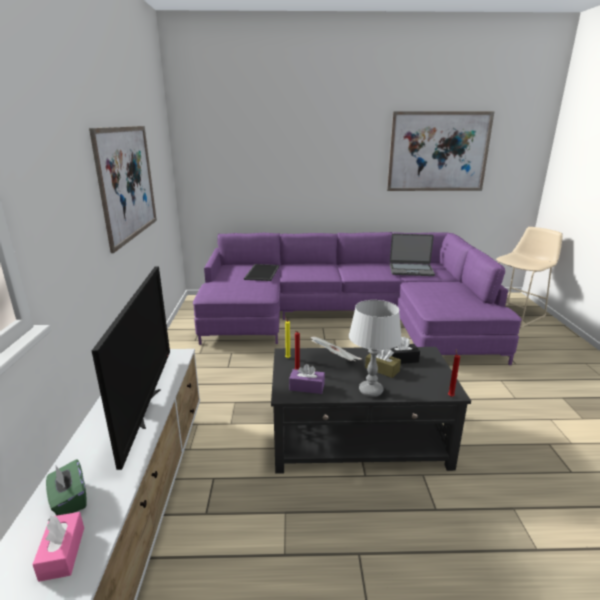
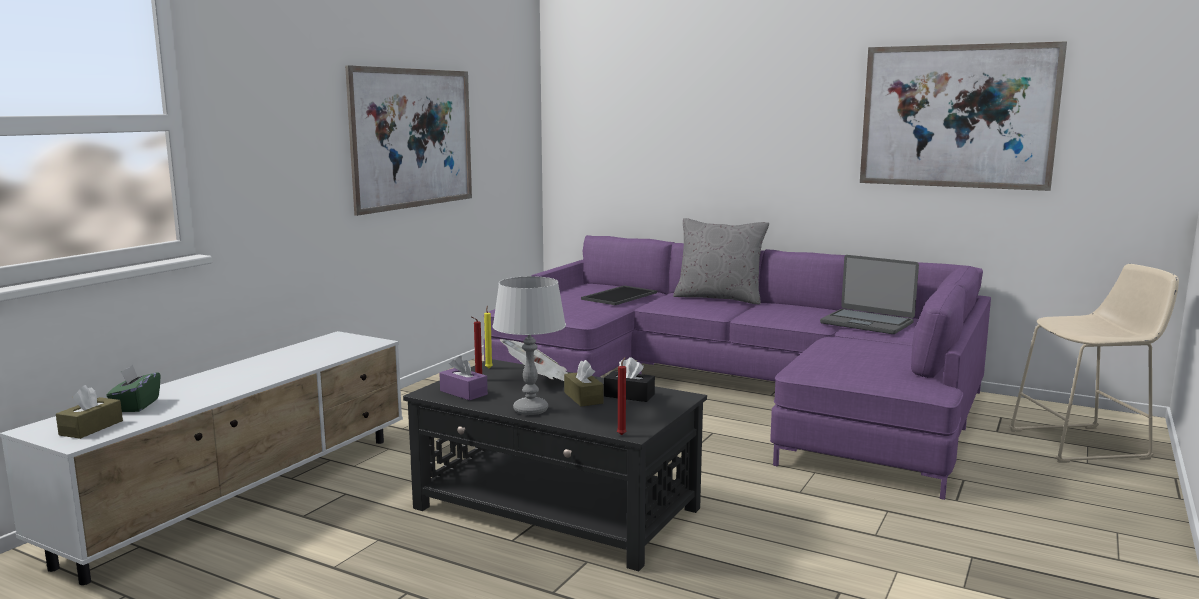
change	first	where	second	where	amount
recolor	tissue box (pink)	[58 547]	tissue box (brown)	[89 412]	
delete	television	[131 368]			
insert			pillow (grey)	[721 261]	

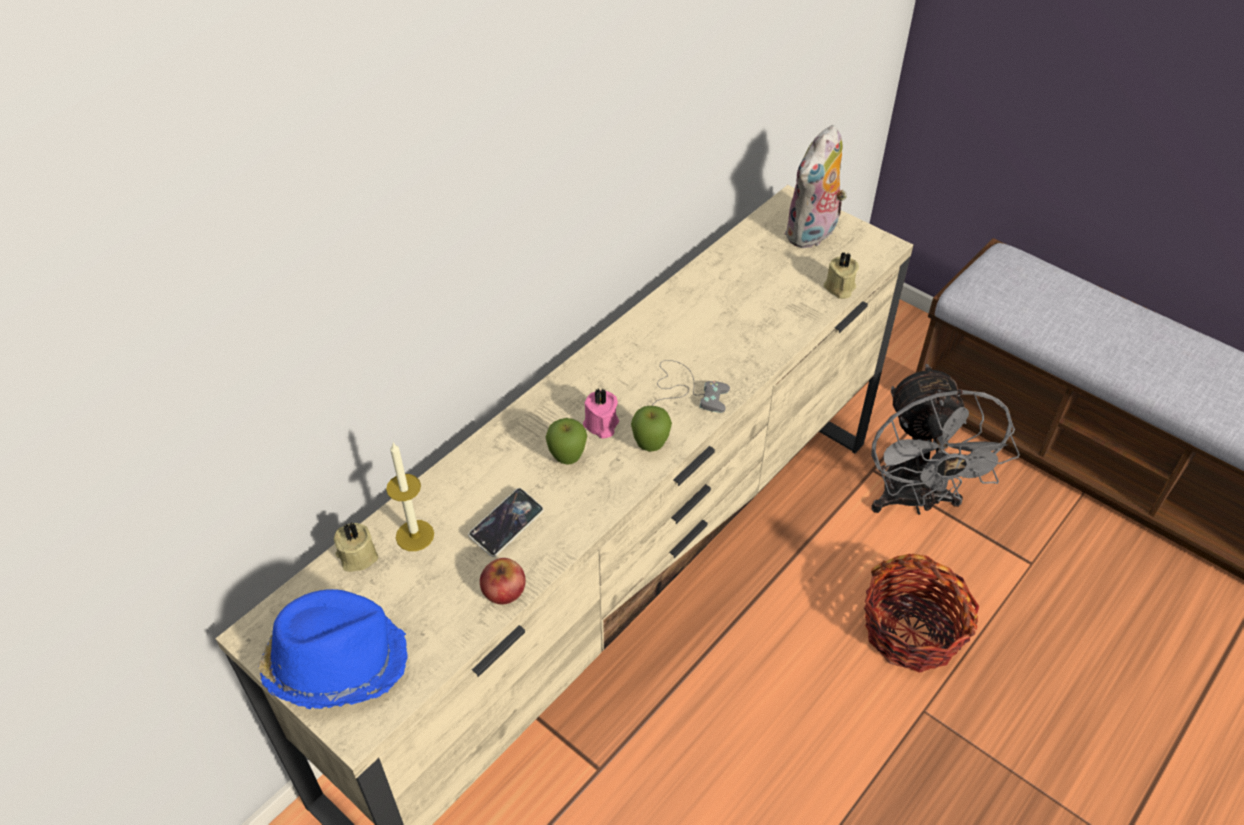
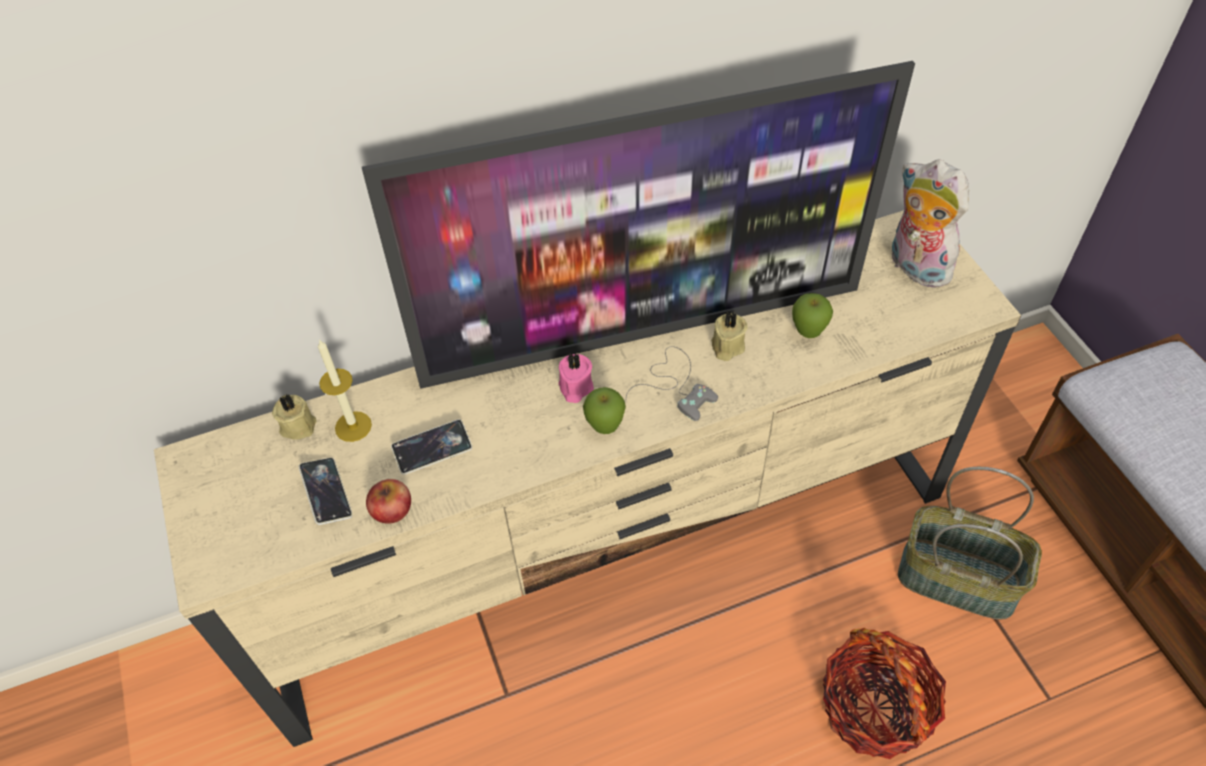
change	first	where	second	where	amount
delete	hat (blue)	[333 649]			
move	apple	[566 441]		[812 315]	
rotate	plush toy	[815 186]		[930 223]	75 degrees clockwise
move	candle (beige)	[841 275]		[729 336]	
replace	fan (grey)	[945 439]	basket	[970 543]	
insert			phone	[326 491]	
insert			television	[638 225]	

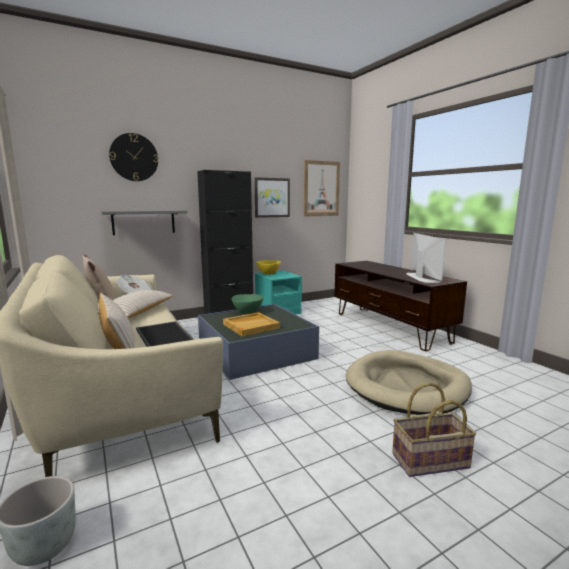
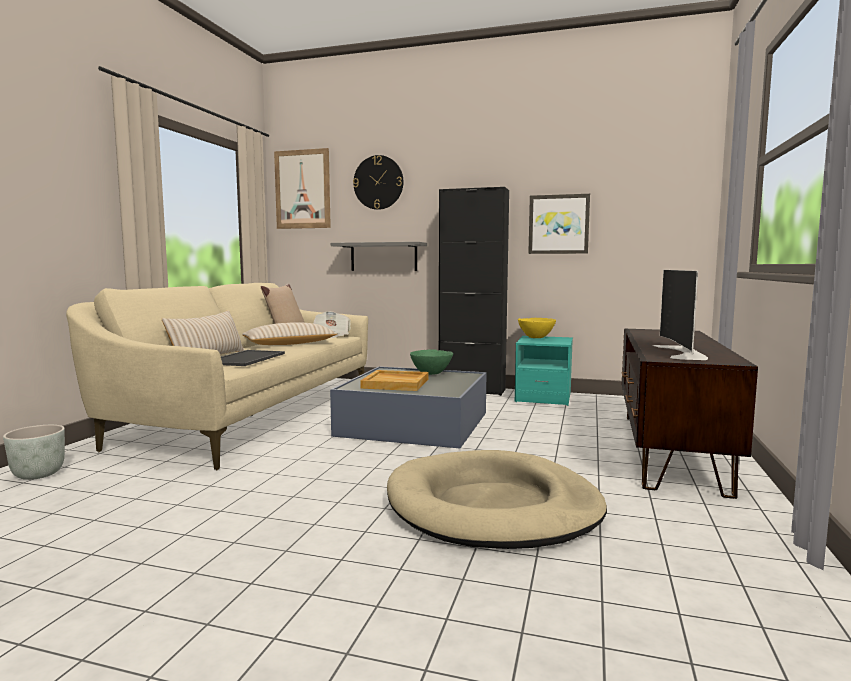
change	first	where	second	where	amount
move	picture	[322 188]		[302 188]	
delete	basket	[434 430]			
rotate	television	[426 257]		[680 315]	150 degrees clockwise

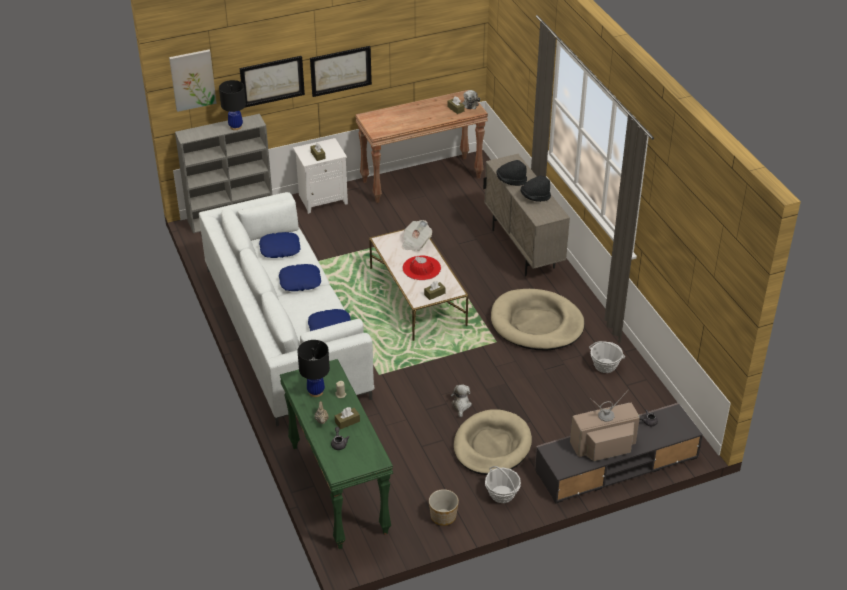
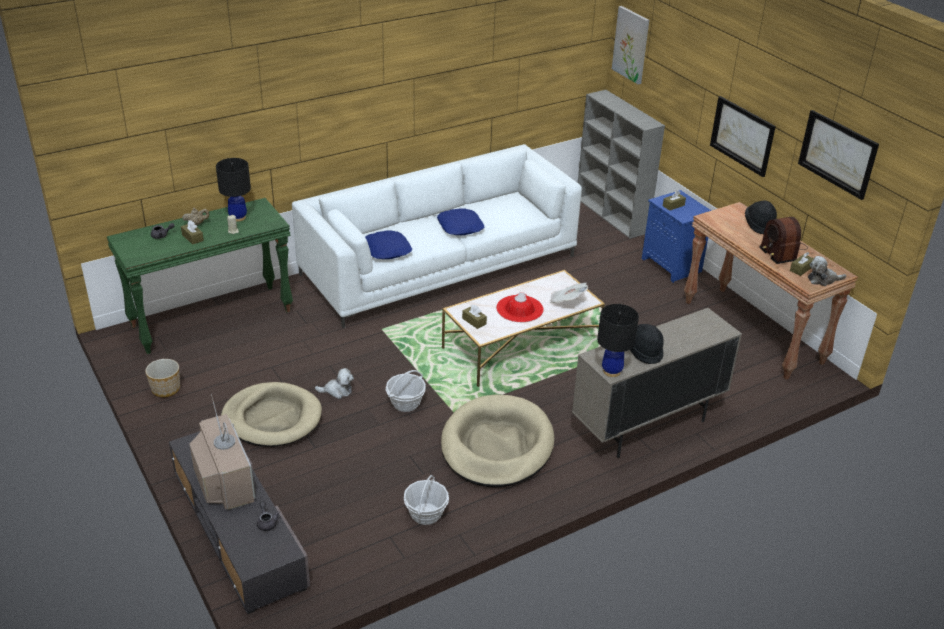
change	first	where	second	where	amount
move	table lamp (black)	[232 105]		[618 340]	
move	picture	[272 82]		[838 155]	
delete	pillow (blue)	[280 245]			
recolor	nightstand (white)	[320 176]	nightstand (blue)	[676 236]	
move	basket	[503 484]		[406 391]	
move	hat (black)	[511 173]		[761 217]	
insert			radio	[783 240]	

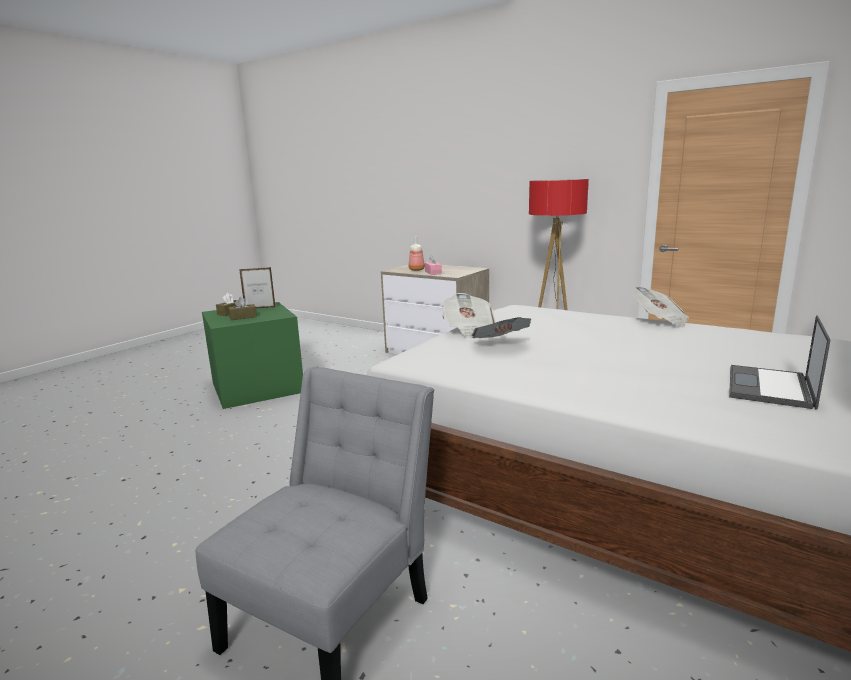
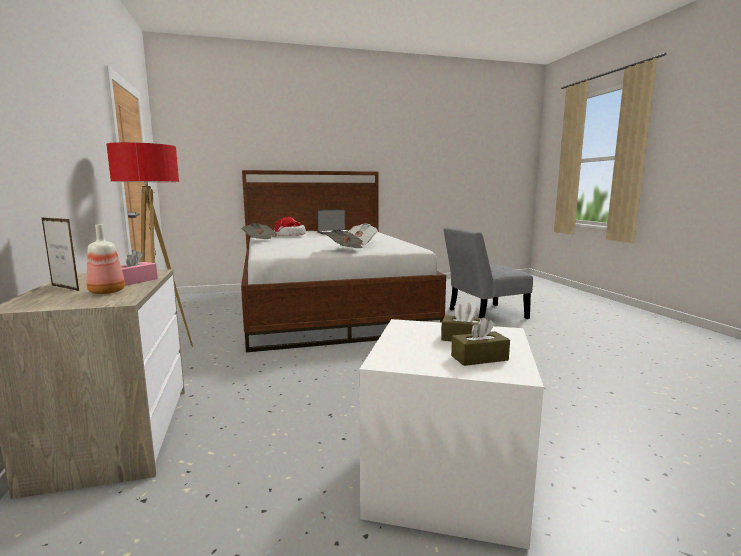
change	first	where	second	where	amount
recolor	storage box (green)	[252 355]	storage box (white)	[451 434]	
move	picture frame	[257 287]		[60 254]	
insert			hat	[288 227]	

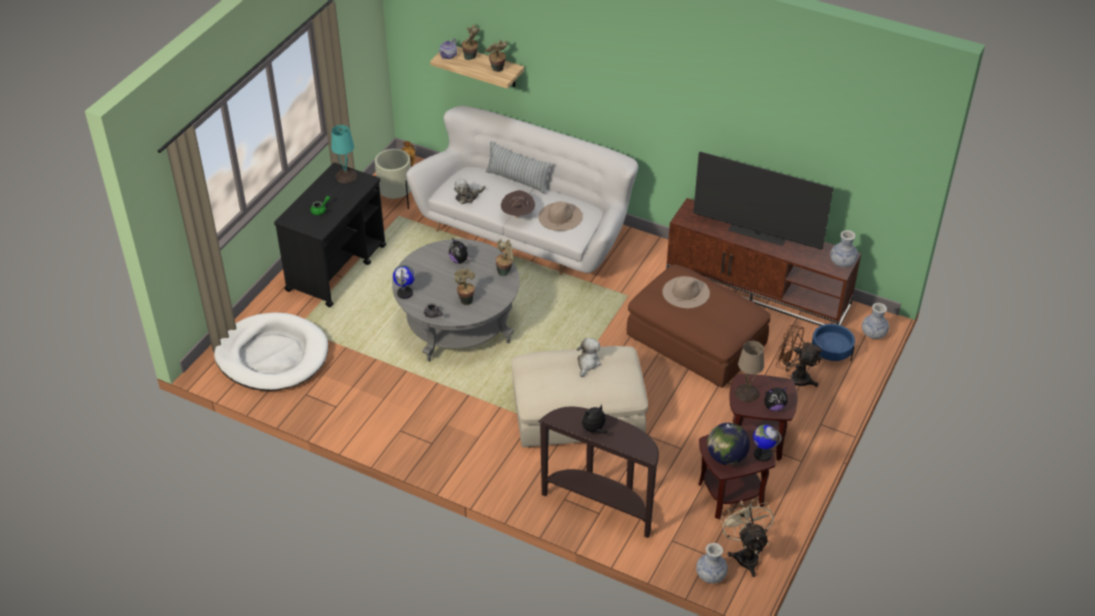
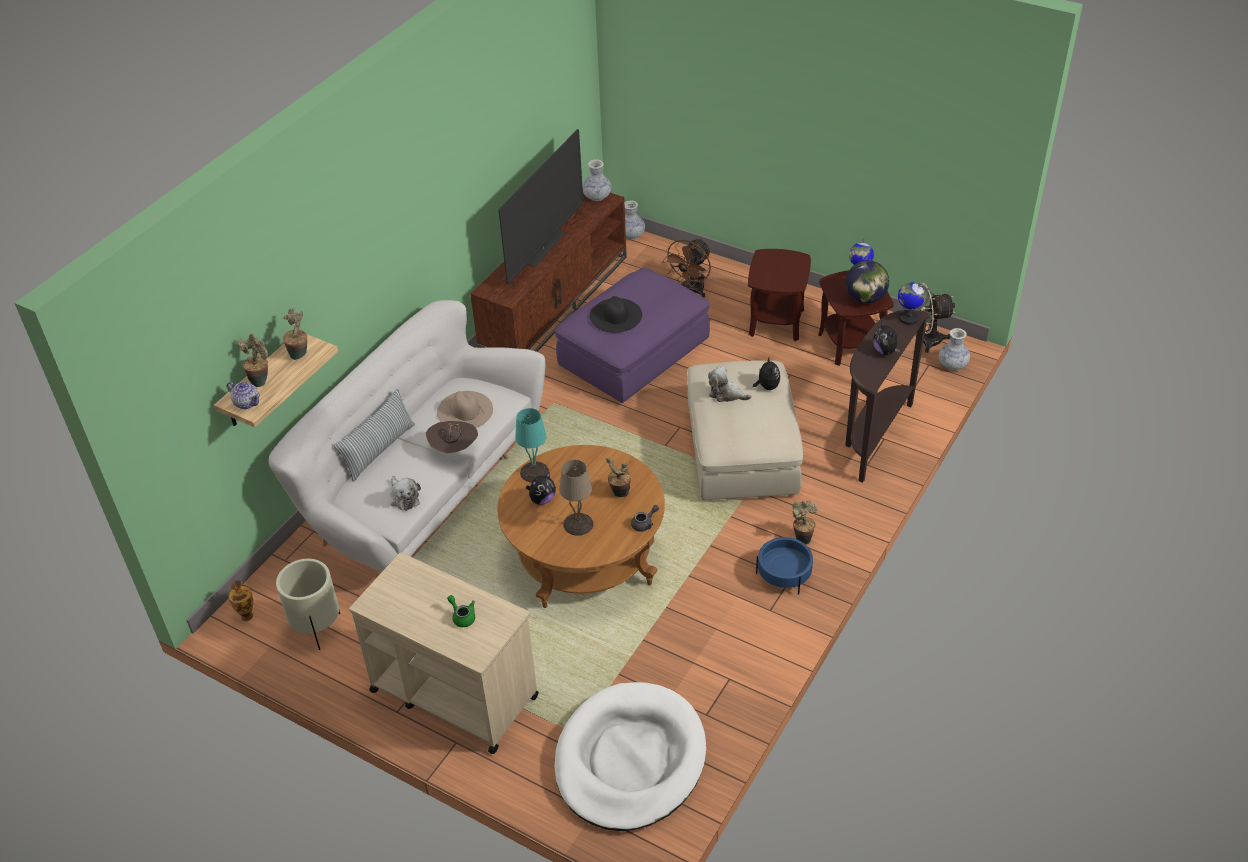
change	first	where	second	where	amount
recolor	cart (black)	[330 235]	cart (beige)	[444 653]	
move	table lamp (turquoise)	[344 154]		[532 445]	
recolor	coffee table (grey)	[456 300]	coffee table (brown)	[581 526]	
move	globe	[404 282]		[914 303]	
move	potted plant	[504 258]		[805 522]	
recolor	ottoman (brown)	[699 326]	ottoman (purple)	[632 335]	
recolor	hat (beige)	[686 292]	hat (black)	[616 314]	
move	table lamp (beige)	[749 371]		[576 498]	
move	plush toy	[775 399]		[766 373]	
move	planter (blue)	[833 342]		[784 566]	

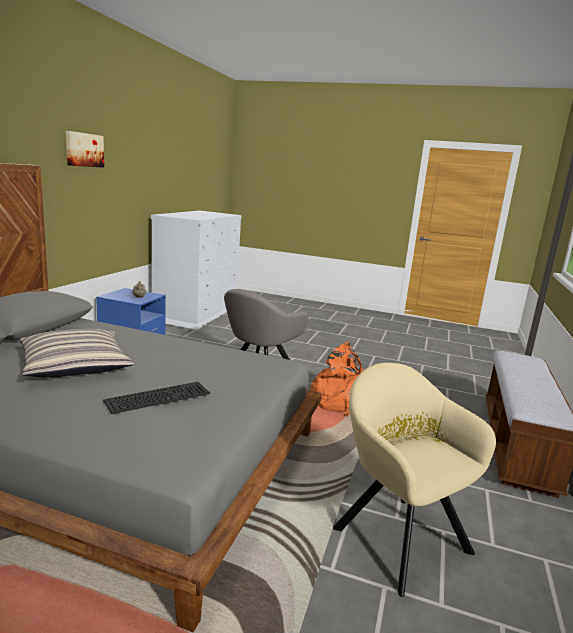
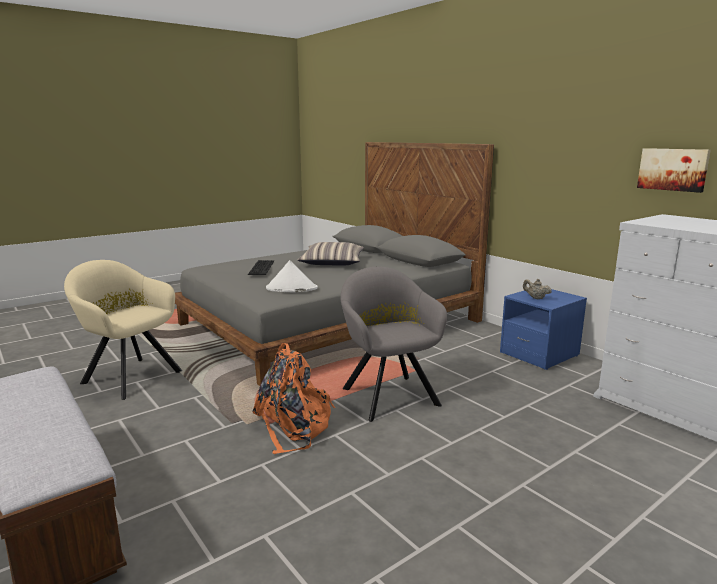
change	first	where	second	where	amount
move	picture	[85 149]		[674 170]	
rotate	armchair (beige)	[414 480]		[123 330]	150 degrees counterclockwise
insert			hat (white)	[292 276]	

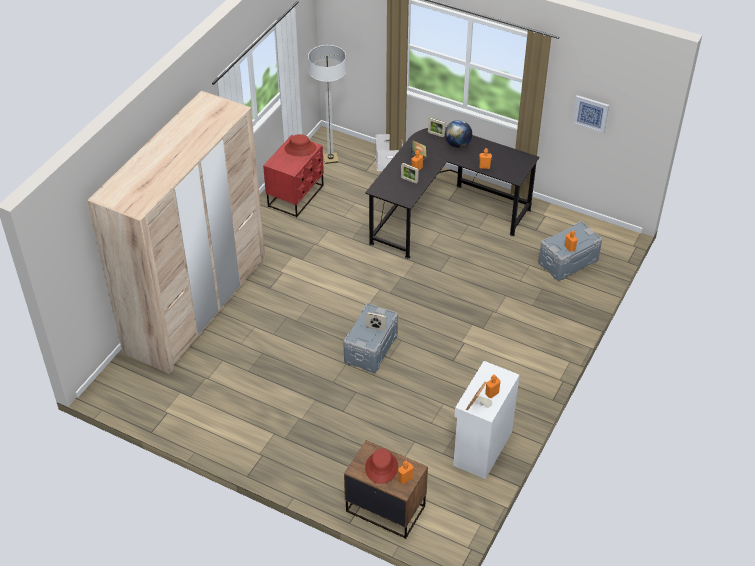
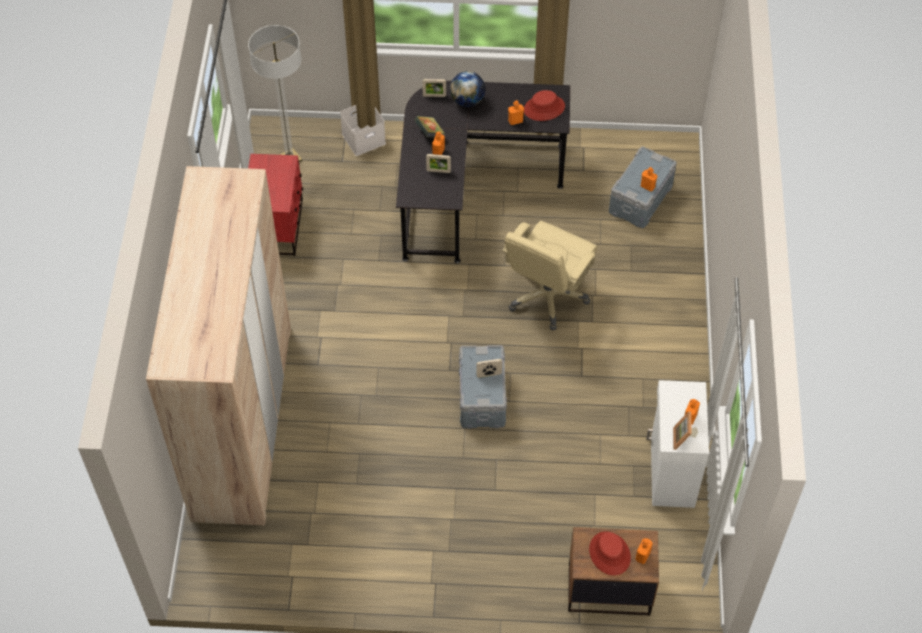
change	first	where	second	where	amount
move	hat (red)	[300 145]		[544 105]	
delete	picture	[590 114]			
insert			office chair (beige)	[549 275]	

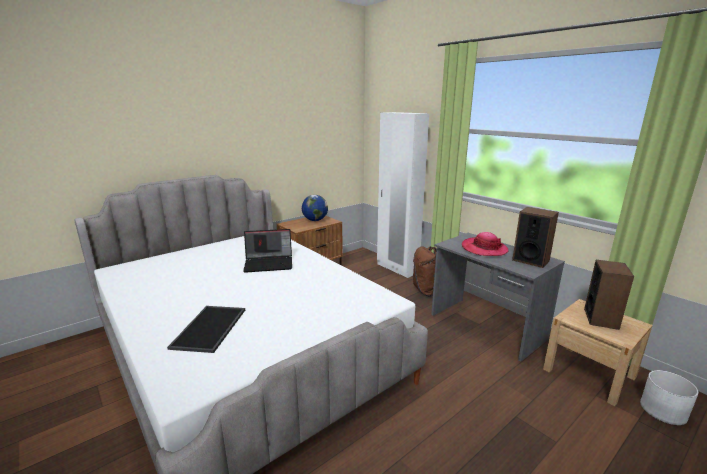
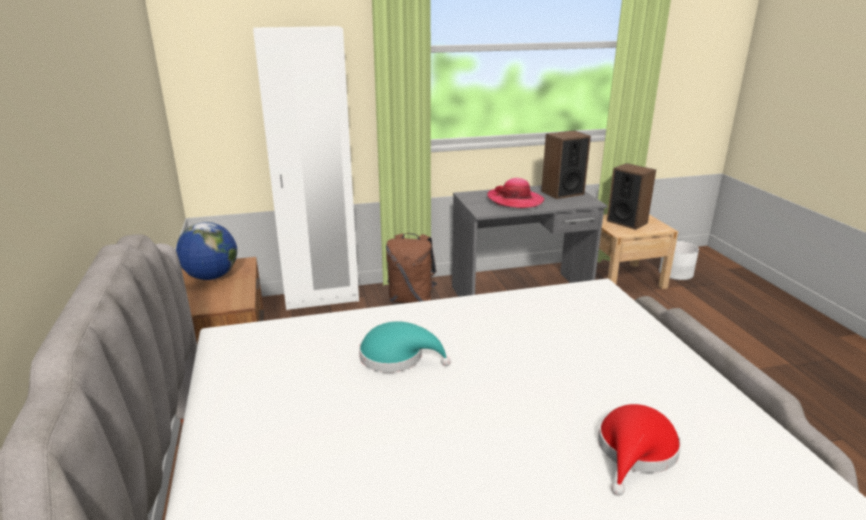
change	first	where	second	where	amount
replace	tray	[206 329]	hat (red)	[639 450]	
replace	laptop	[267 251]	hat (turquoise)	[405 346]	

